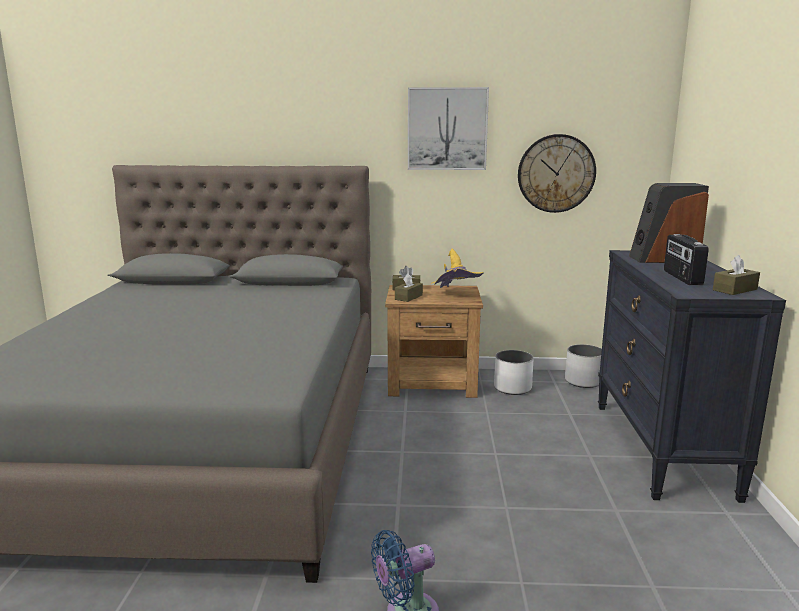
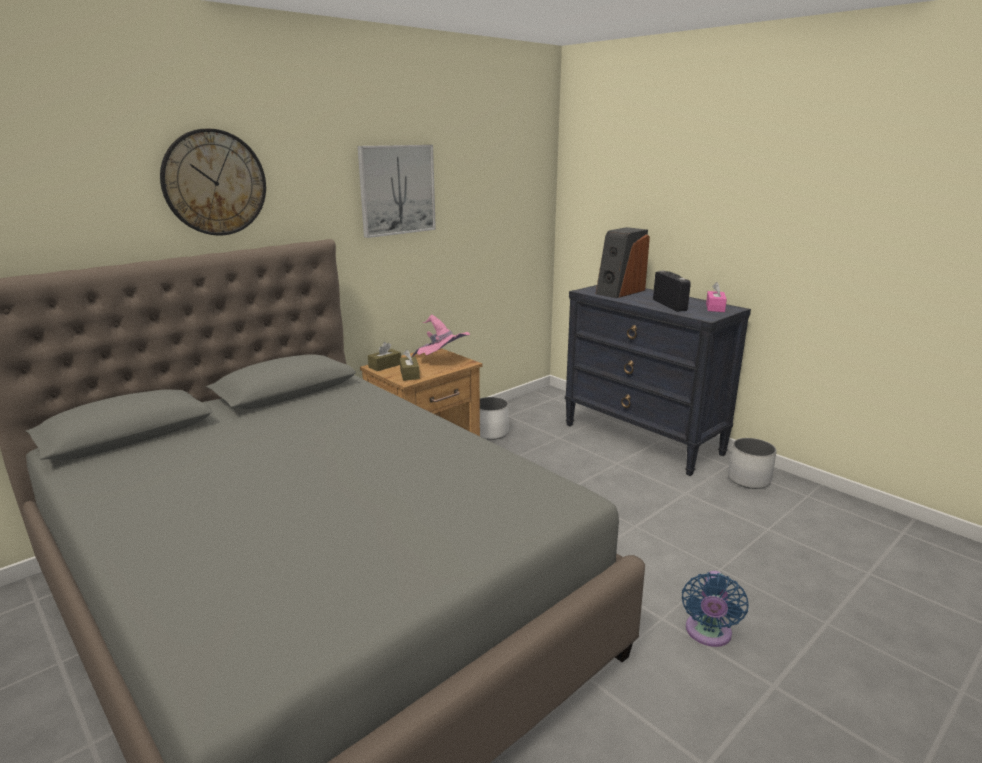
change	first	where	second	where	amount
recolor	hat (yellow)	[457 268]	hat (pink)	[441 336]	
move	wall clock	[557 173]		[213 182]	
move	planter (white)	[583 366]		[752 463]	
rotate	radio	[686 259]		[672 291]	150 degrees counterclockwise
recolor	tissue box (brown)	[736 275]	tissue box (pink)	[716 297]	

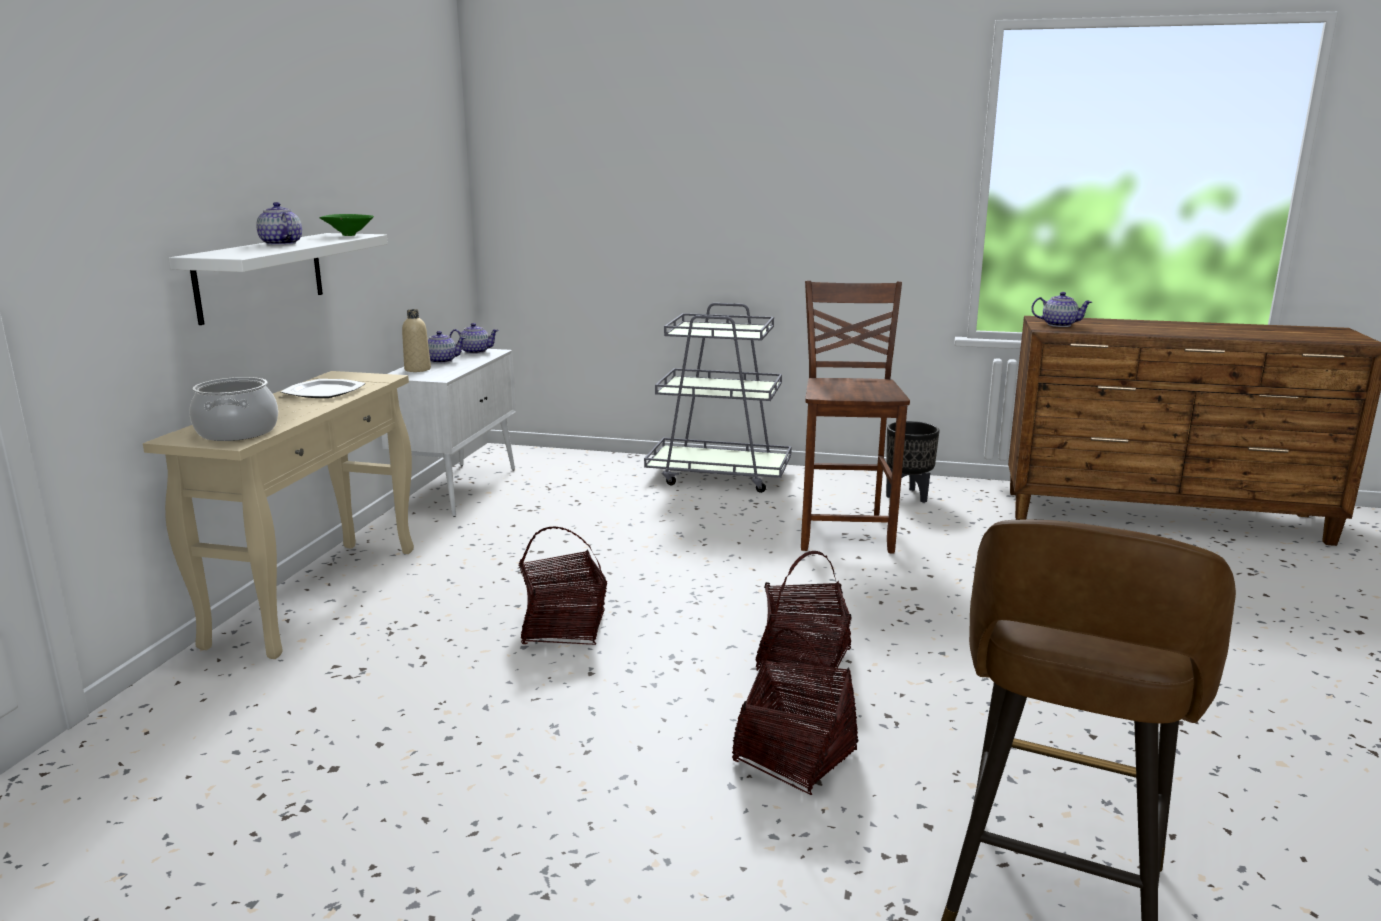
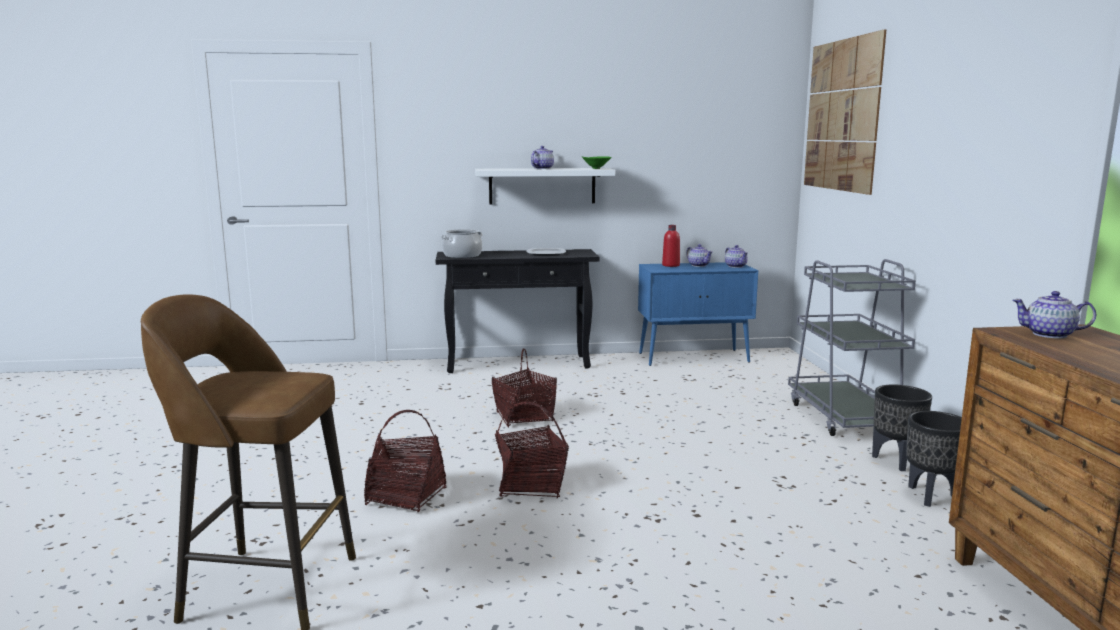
change	first	where	second	where	amount
recolor	console table (beige)	[278 515]	console table (black)	[518 311]	
recolor	cabinet (white)	[449 433]	cabinet (blue)	[698 314]	
recolor	bottle (beige)	[416 340]	bottle (red)	[671 246]	
delete	chair (brown)	[855 417]			
rotate	teapot	[1061 309]		[1054 315]	105 degrees clockwise
insert			picture	[845 112]	
insert			planter (black)	[902 427]	

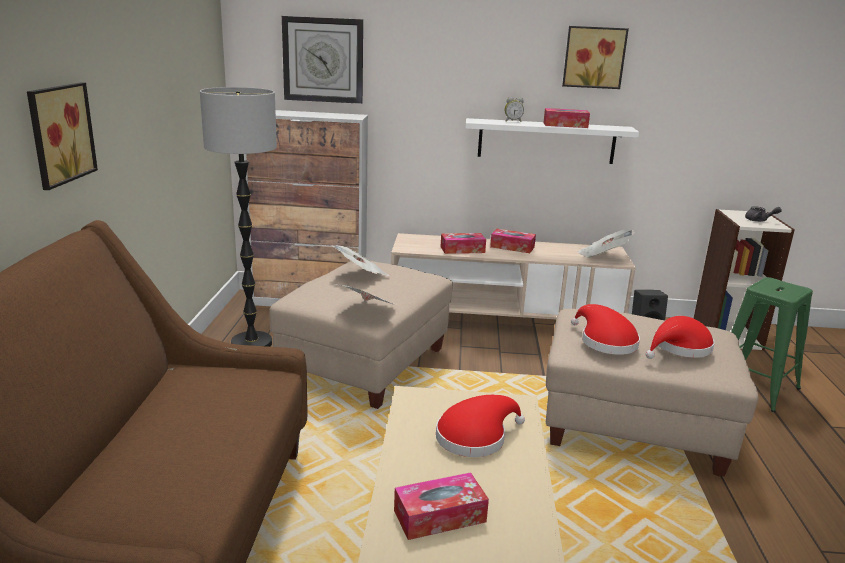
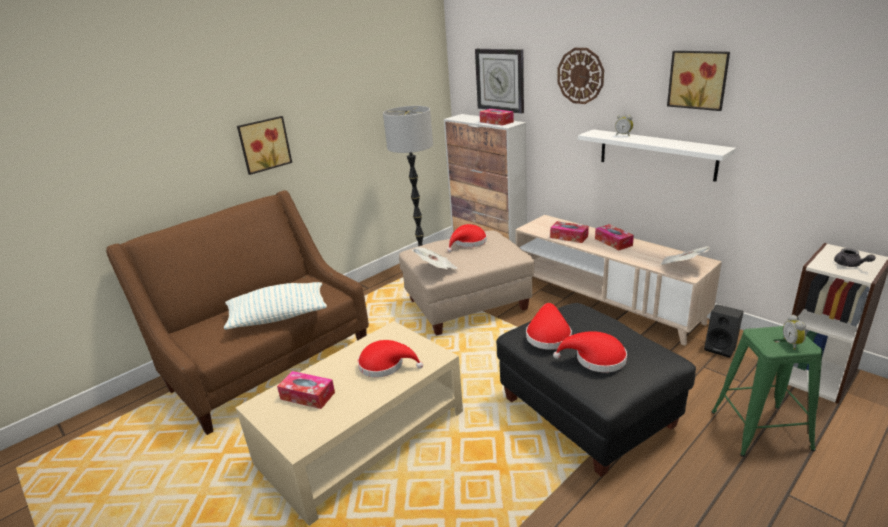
change	first	where	second	where	amount
replace	newspaper	[360 260]	hat (red)	[467 238]	
move	tissue box	[566 118]		[497 117]	
recolor	ottoman (beige)	[652 393]	ottoman (black)	[596 390]	
insert			pillow	[275 306]	
insert			wall clock	[580 76]	
insert			alarm clock	[794 332]	

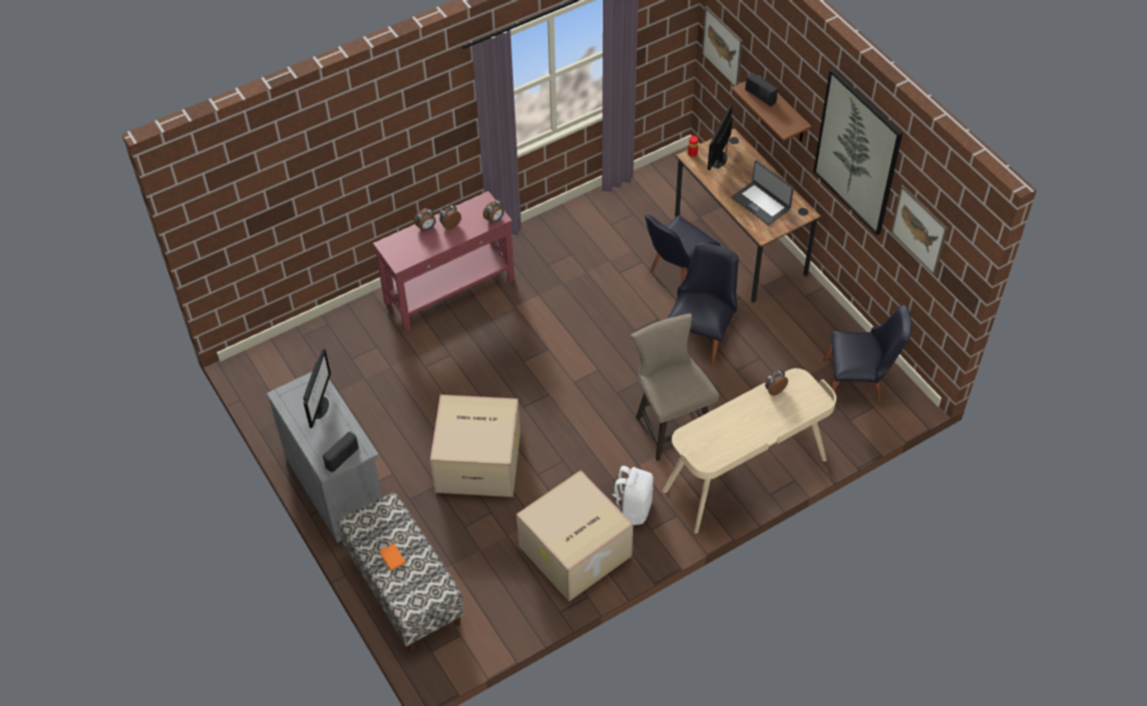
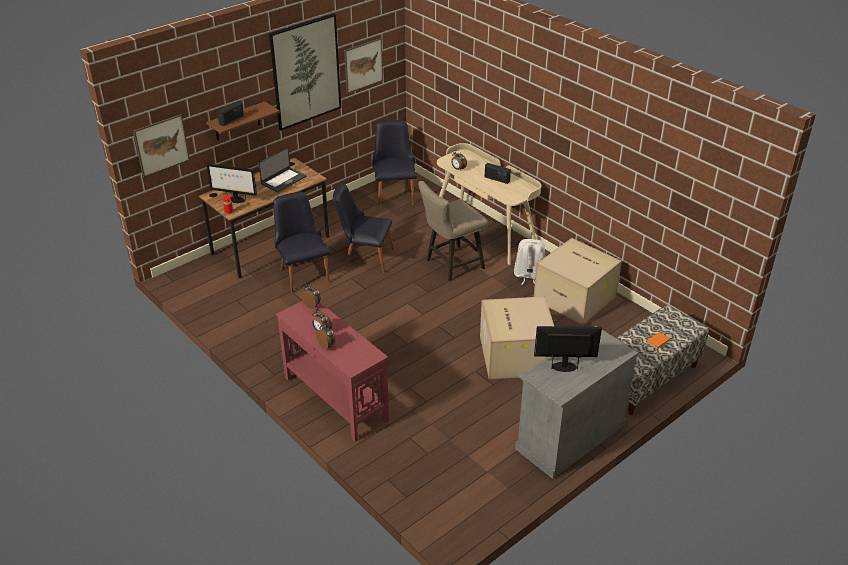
change	first	where	second	where	amount
move	radio	[341 452]		[498 173]	
rotate	chair (black)	[682 249]		[301 242]	150 degrees counterclockwise

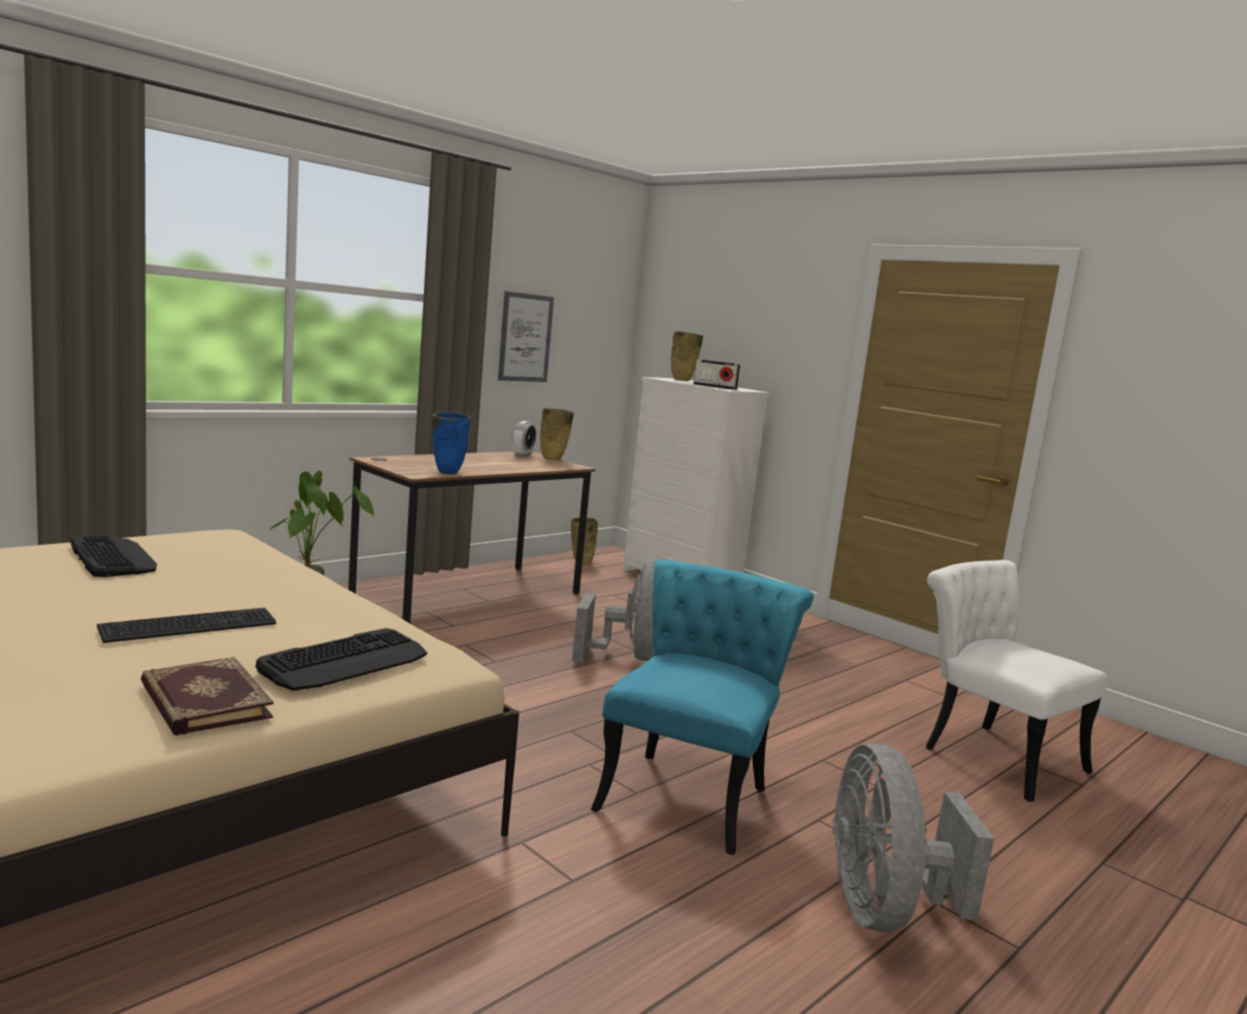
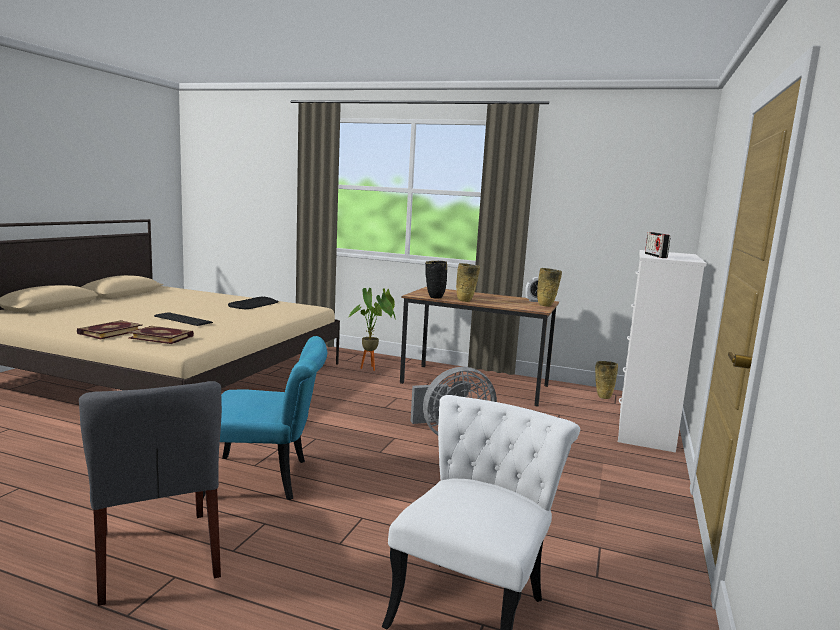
change	first	where	second	where	amount
replace	keyboard	[341 659]	book	[161 335]	
recolor	vase (blue)	[451 443]	vase (black)	[436 280]	
delete	picture	[526 336]			
move	vase (beige)	[687 356]		[468 282]	
replace	fan (grey)	[913 837]	chair (grey)	[150 493]	

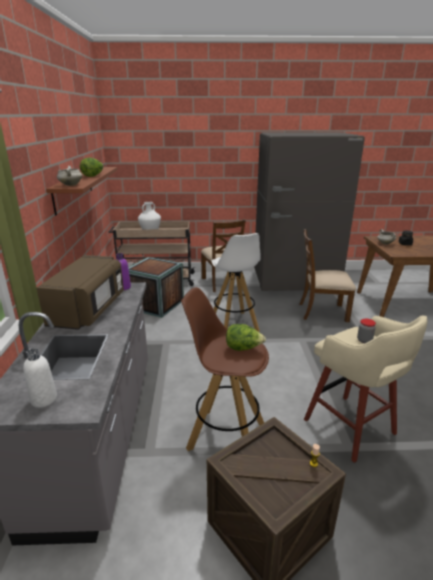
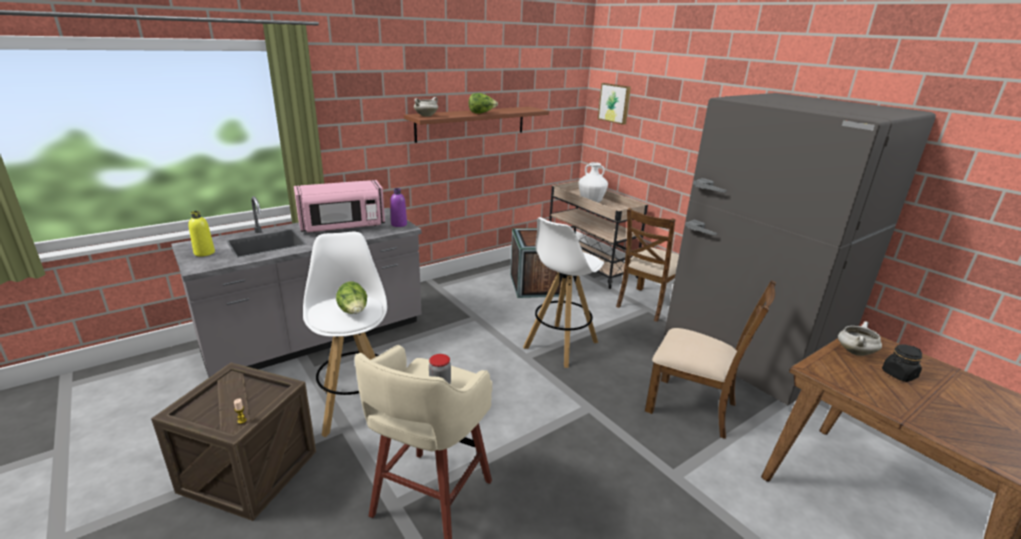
change	first	where	second	where	amount
recolor	bottle (white)	[40 378]	bottle (yellow)	[201 233]	
recolor	microwave (brown)	[80 292]	microwave (pink)	[339 206]	
recolor	stool (brown)	[225 369]	stool (white)	[345 334]	
rotate	chair (brown)	[327 275]		[710 359]	150 degrees clockwise
insert			picture	[614 104]	

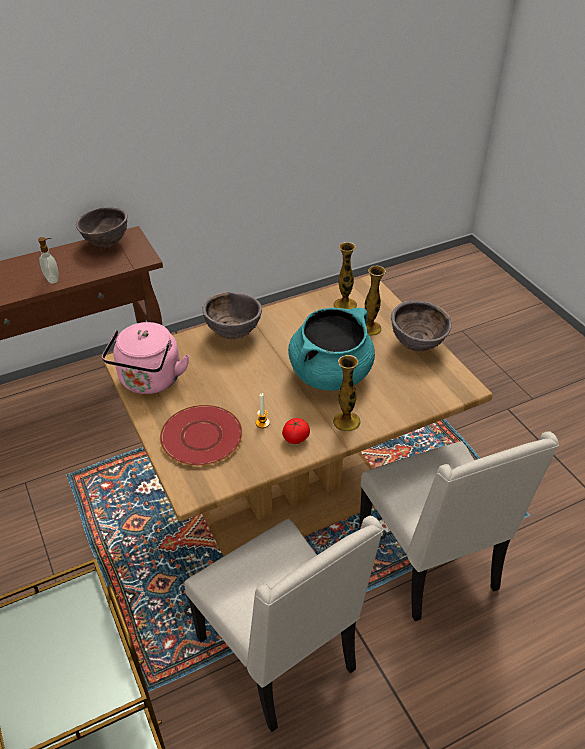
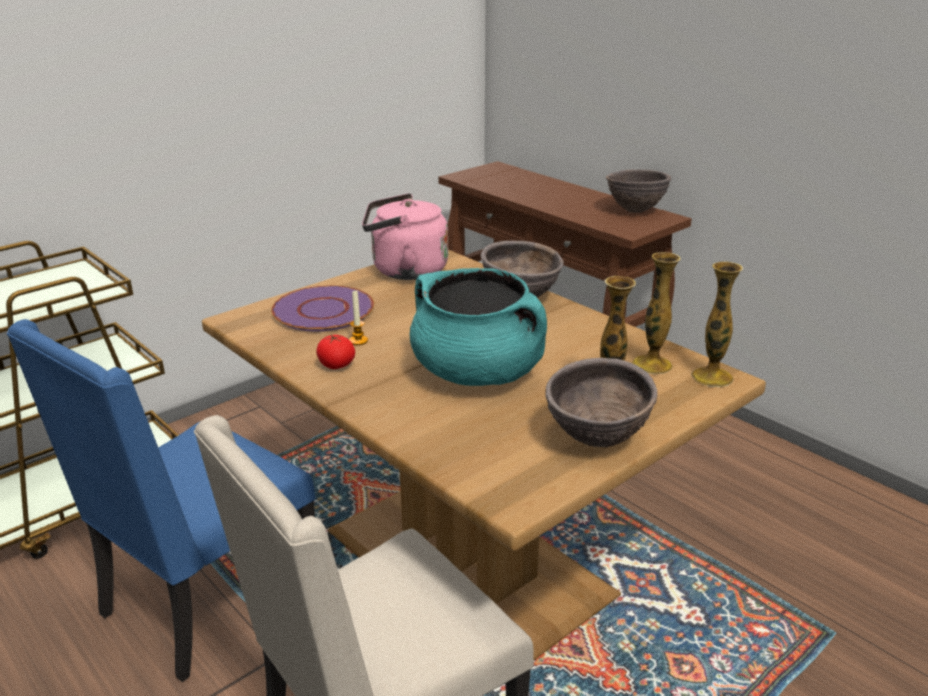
change	first	where	second	where	amount
delete	soap dispenser	[48 260]			
recolor	plate (red)	[201 435]	plate (purple)	[322 308]	
recolor	chair (beige)	[283 623]	chair (blue)	[161 500]	
move	vase	[347 393]		[716 324]	

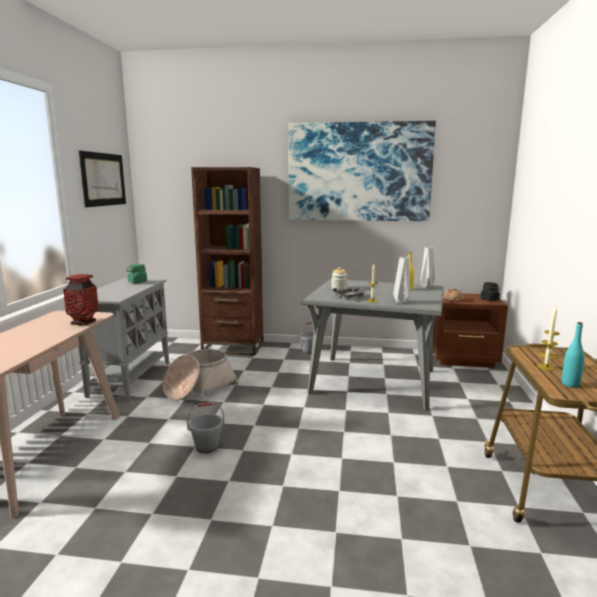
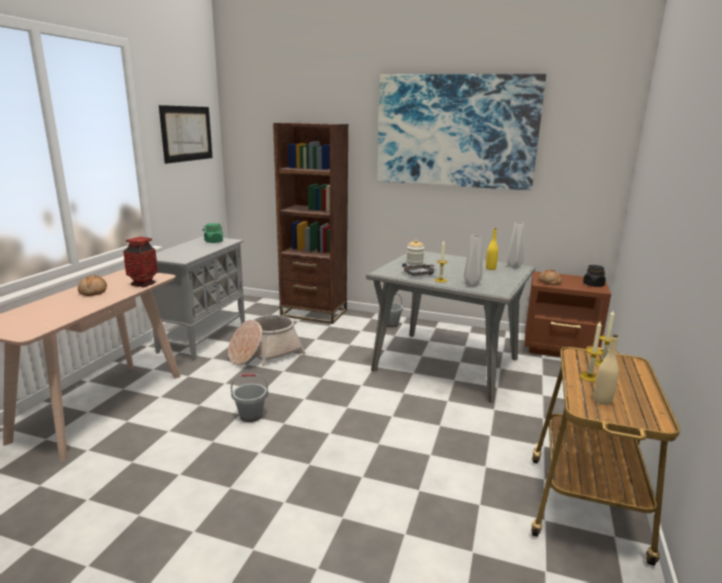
change	first	where	second	where	amount
recolor	bottle (turquoise)	[573 355]	bottle (beige)	[606 369]	
insert			bread	[92 285]	

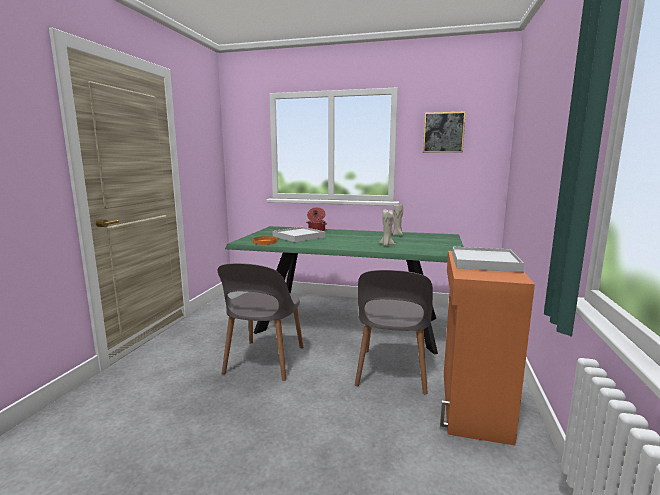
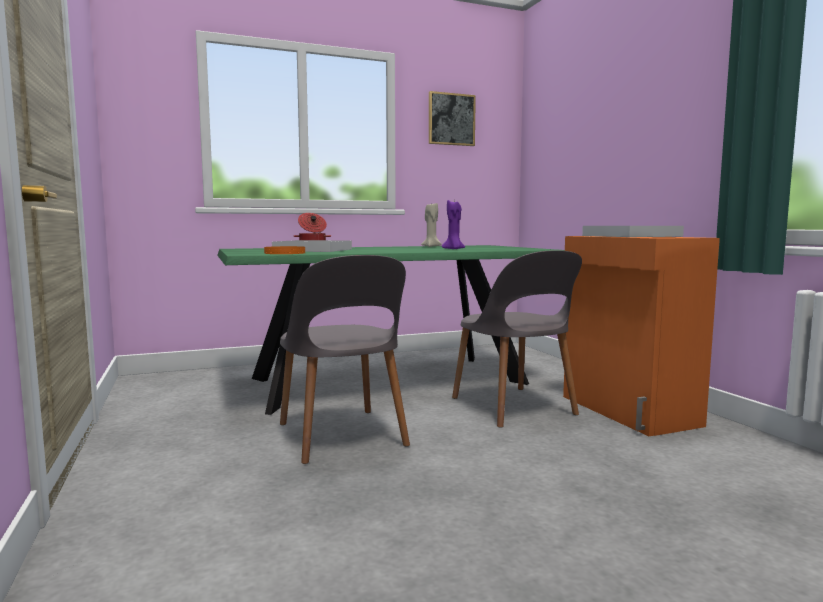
change	first	where	second	where	amount
recolor	candle (beige)	[387 227]	candle (purple)	[453 224]	

